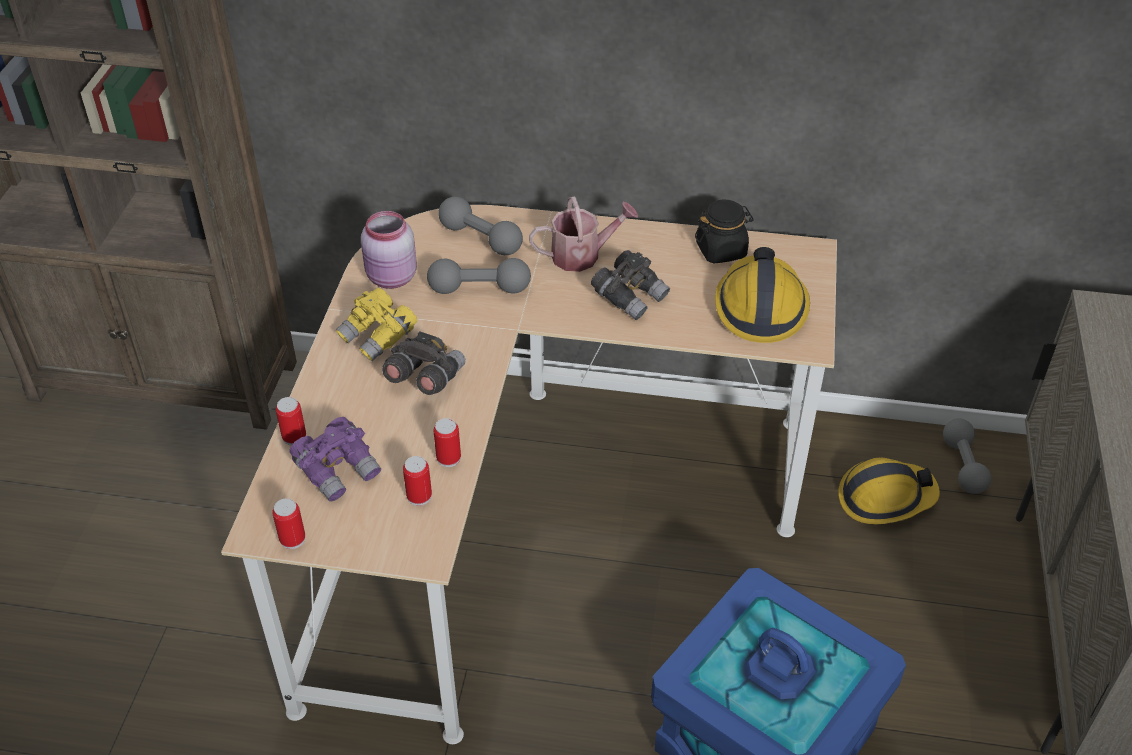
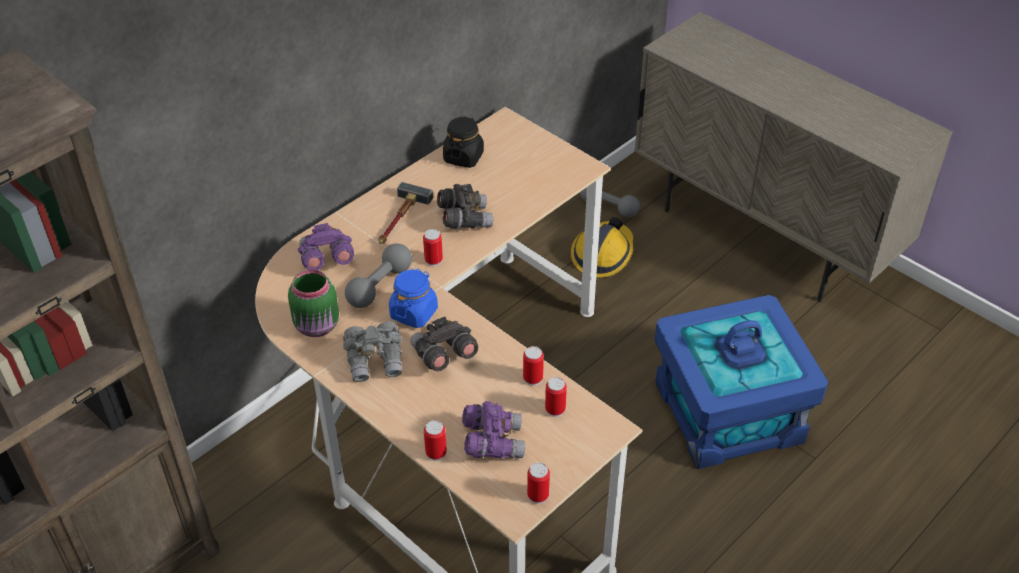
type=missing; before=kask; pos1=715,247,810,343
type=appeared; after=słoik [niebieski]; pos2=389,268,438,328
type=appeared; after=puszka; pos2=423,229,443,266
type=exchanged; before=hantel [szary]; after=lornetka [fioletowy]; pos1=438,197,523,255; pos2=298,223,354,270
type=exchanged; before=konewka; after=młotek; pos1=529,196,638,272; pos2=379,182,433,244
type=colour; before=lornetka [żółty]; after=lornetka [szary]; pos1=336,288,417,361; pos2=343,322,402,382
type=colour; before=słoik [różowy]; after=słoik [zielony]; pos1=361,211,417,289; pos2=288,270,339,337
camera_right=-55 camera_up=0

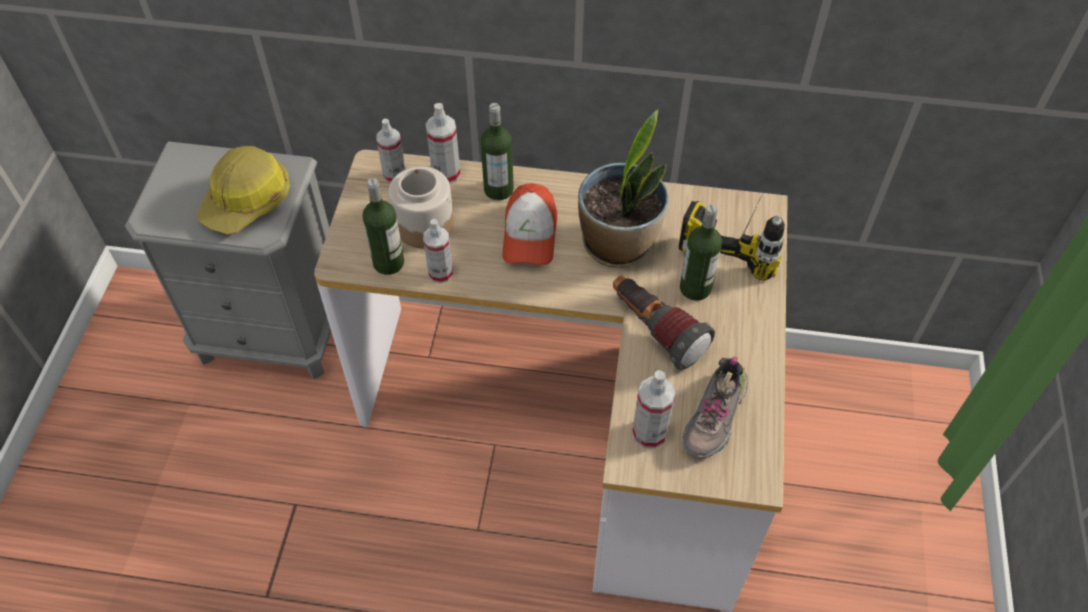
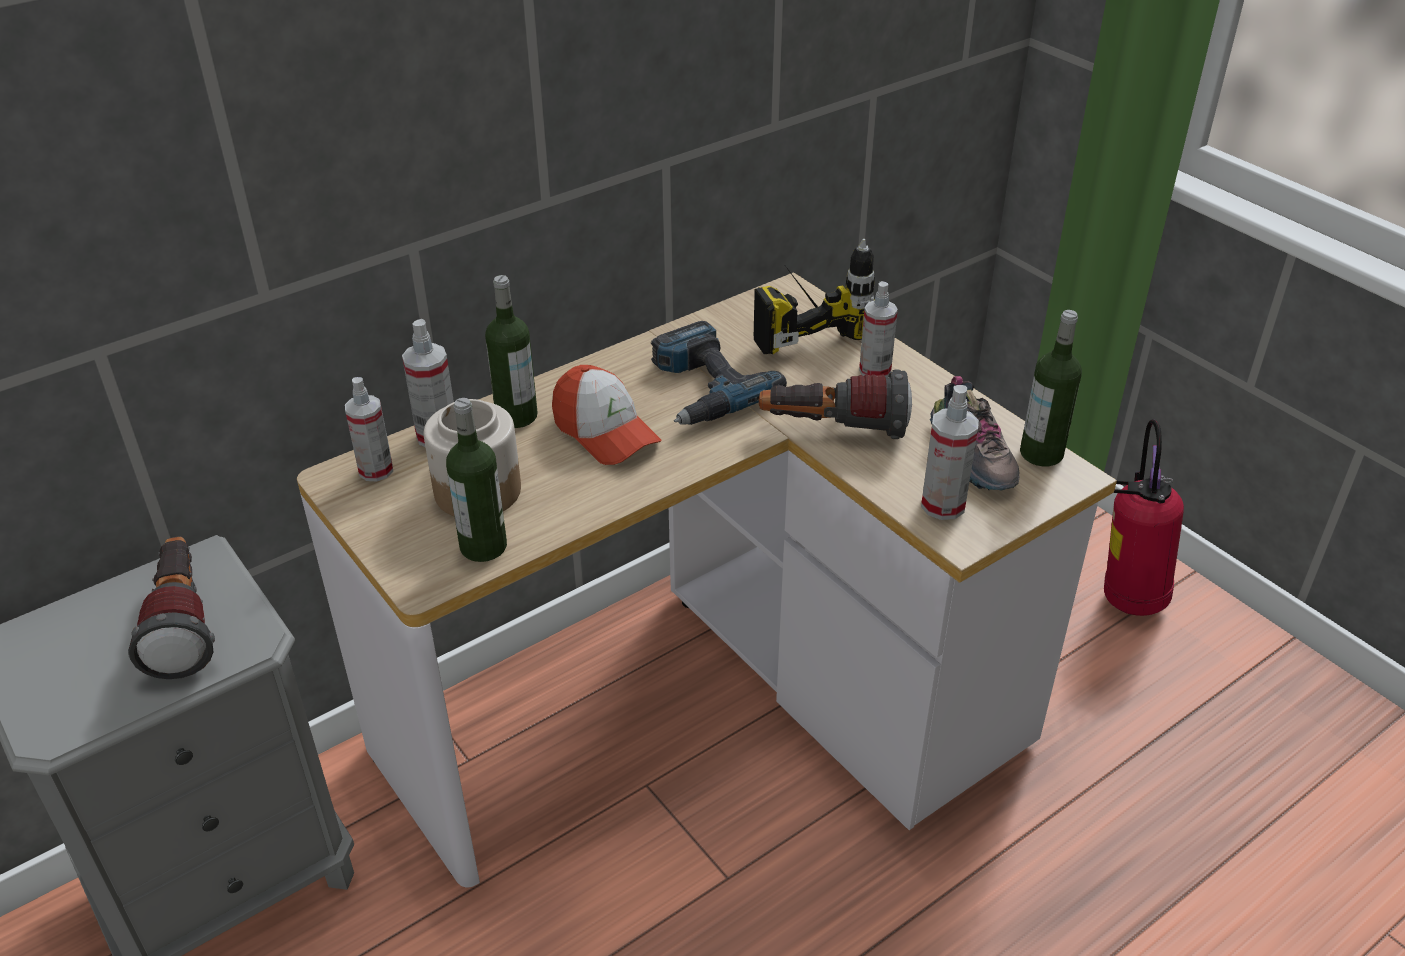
type=appeared; after=gaśnica; pos2=1104,419,1184,616
type=relocated; before=spryskiwacz; pos1=423,219,453,284; pos2=859,281,898,377
type=relocated; before=butelka; pos1=680,204,722,301; pos2=1020,310,1082,466
type=exchanged; before=kask; after=latarka; pos1=197,146,290,235; pos2=128,537,215,679
type=exchanged; before=roślina doniczkowa; after=wiertarka; pos1=578,110,668,268; pos2=651,321,787,425
camera_right=-45 camera_up=-15

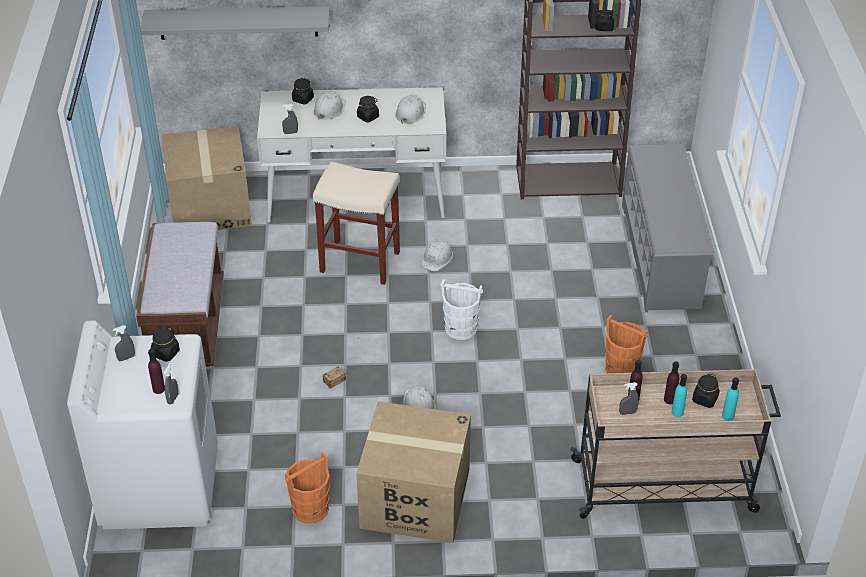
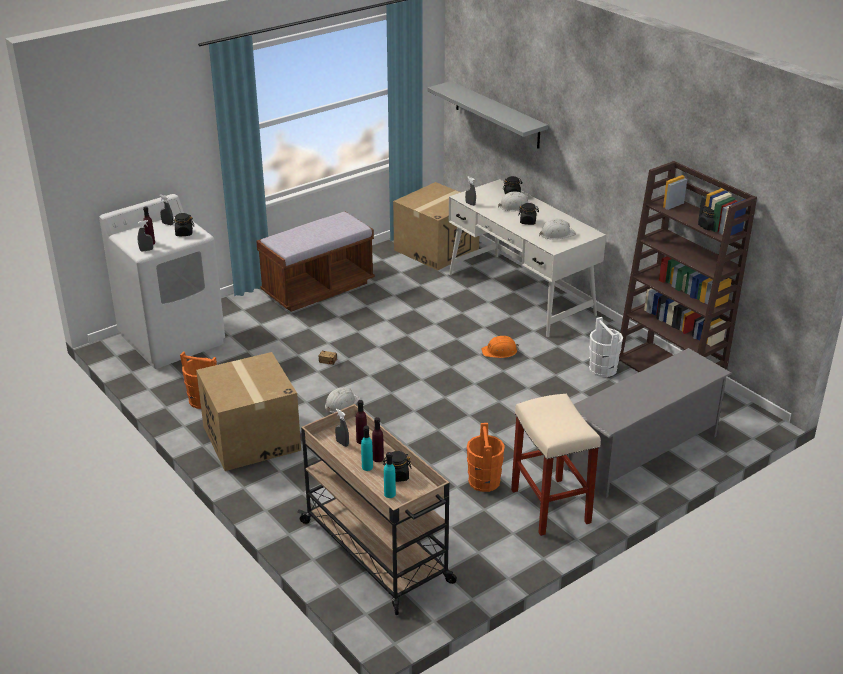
type=relocated; before=stołek [beżowy]; pos1=313,162,400,285; pos2=511,394,601,536
type=relocated; before=wiadro [biały]; pos1=440,279,483,340; pos2=589,317,623,377
type=colour; before=kask [biały]; after=kask [pomarańczowy]; pos1=421,239,453,272; pos2=481,336,519,358
camera_right=55 camera_up=-10

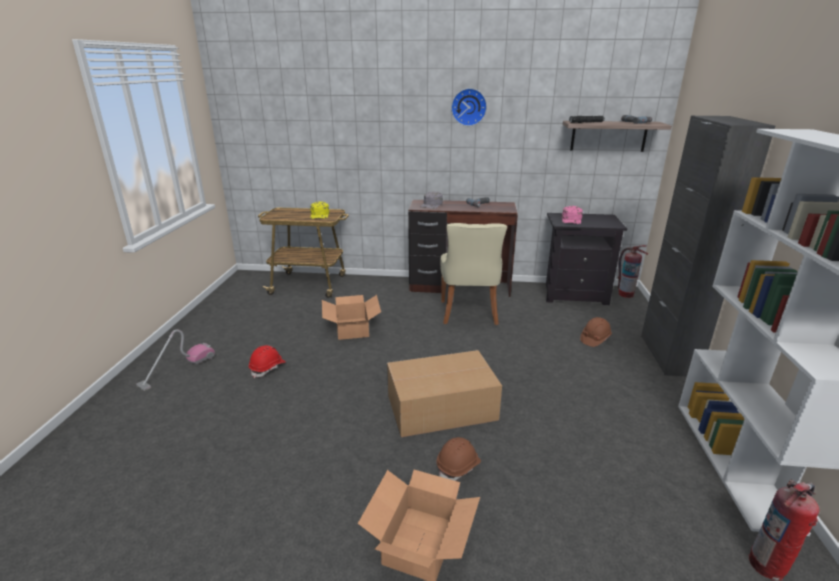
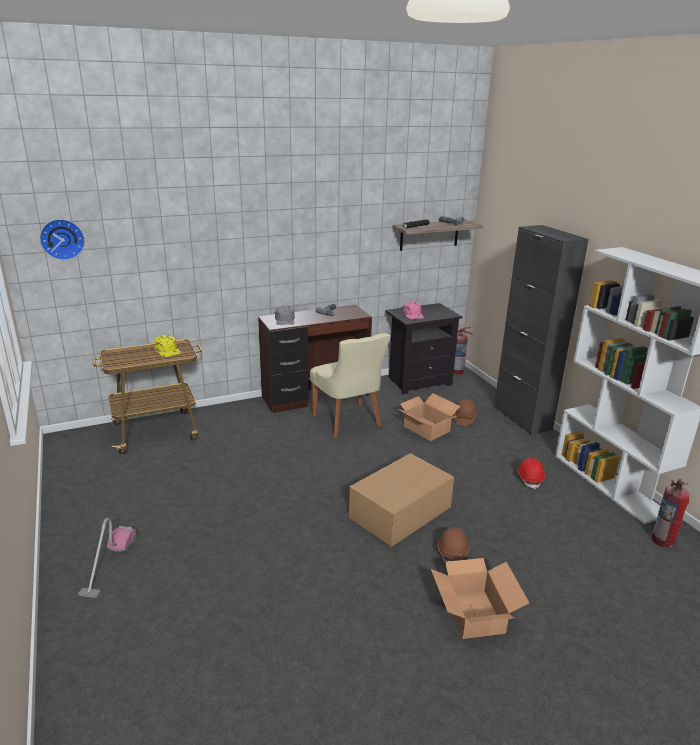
type=relocated; before=kask [czerwony]; pos1=249,345,286,378; pos2=516,458,545,489
type=relocated; before=karton; pos1=322,295,381,340; pos2=398,393,460,441
type=relocated; before=zegar ścienny; pos1=451,88,487,126; pos2=39,219,85,260
camera_right=-30 camera_up=0

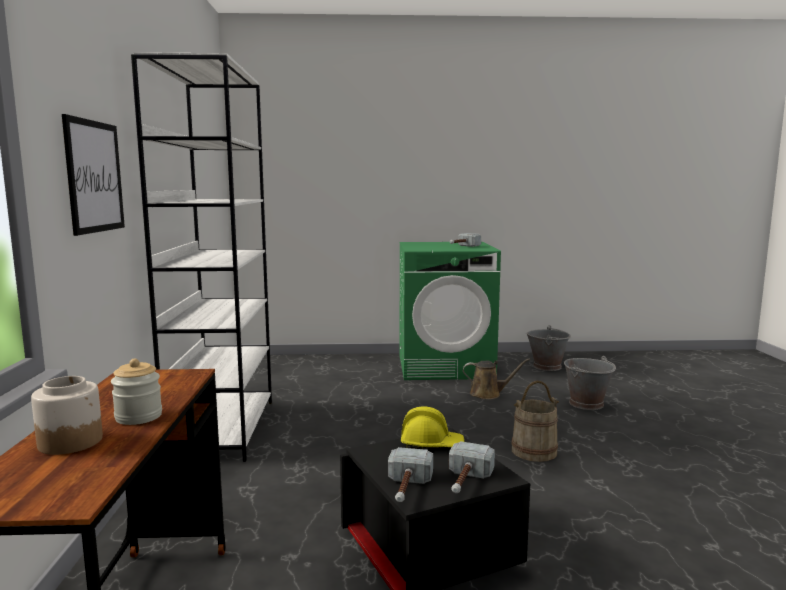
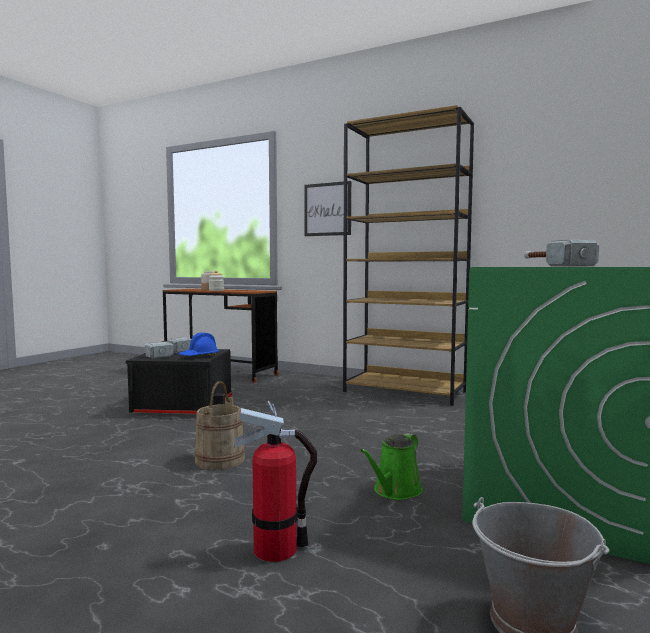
type=exchanged; before=wiadro [szary]; after=gaśnica; pos1=564,356,616,410; pos2=234,401,317,562
type=colour; before=regał [biały]; after=regał [brązowy]; pos1=131,52,272,462; pos2=343,105,474,406
type=colour; before=kask [żółty]; after=kask [niebieski]; pos1=401,406,465,449; pos2=178,332,219,356
type=colour; before=konewka [brązowy]; after=konewka [zielony]; pos1=463,358,530,399; pos2=360,433,423,500
camera_right=120 camera_up=-5

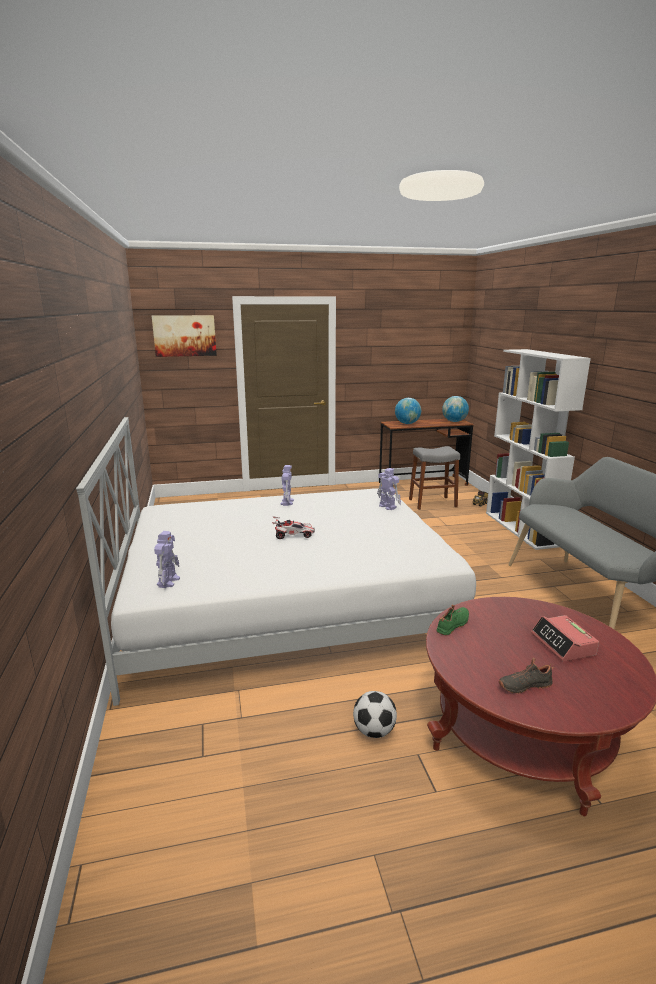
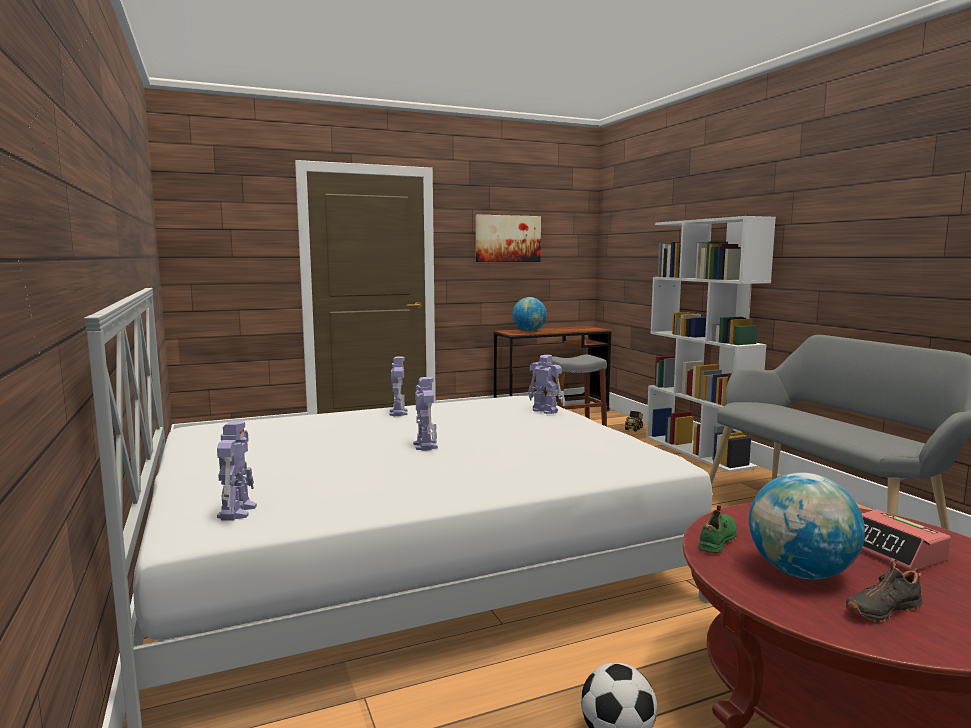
type=relocated; before=obraz; pos1=152,315,217,357; pos2=476,215,541,262
type=relocated; before=globus; pos1=442,396,469,422; pos2=749,472,865,580
type=exchanged; before=samochodzik; after=robot zabawkowy; pos1=272,516,315,539; pos2=413,377,438,451
camera_right=-10 camera_up=-10

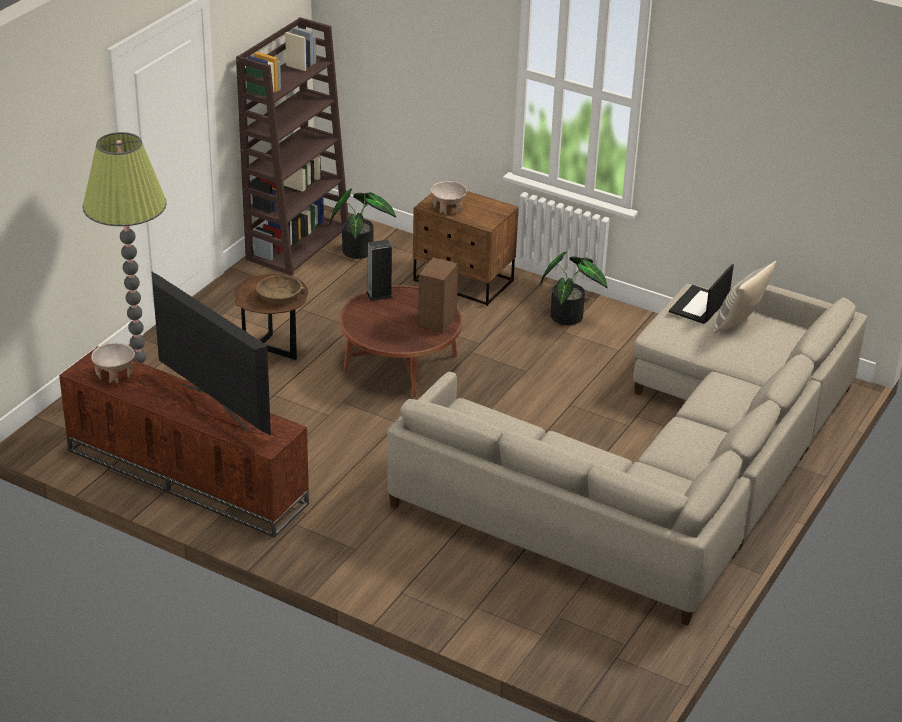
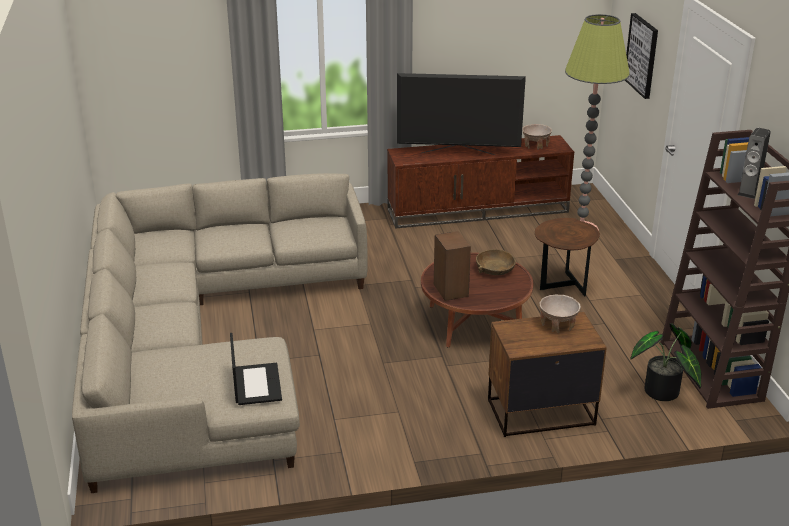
type=missing; before=roślina doniczkowa; pos1=541,252,608,325
type=missing; before=poduszka; pos1=714,261,776,333
type=appeared; after=obraz; pos2=625,13,658,99
type=relocated; before=miska [brązowy]; pos1=256,275,305,304; pos2=476,249,516,275
type=relocated; before=głośnik; pos1=366,240,393,301; pos2=737,128,771,199
camera_right=140 camera_up=-5

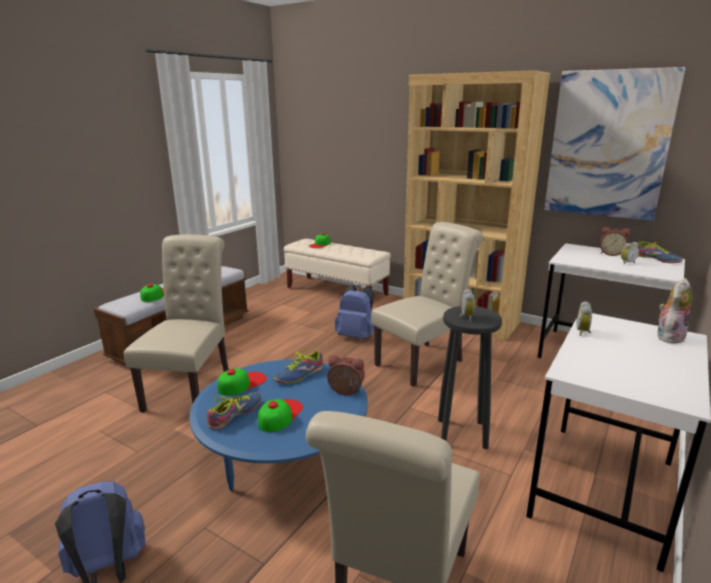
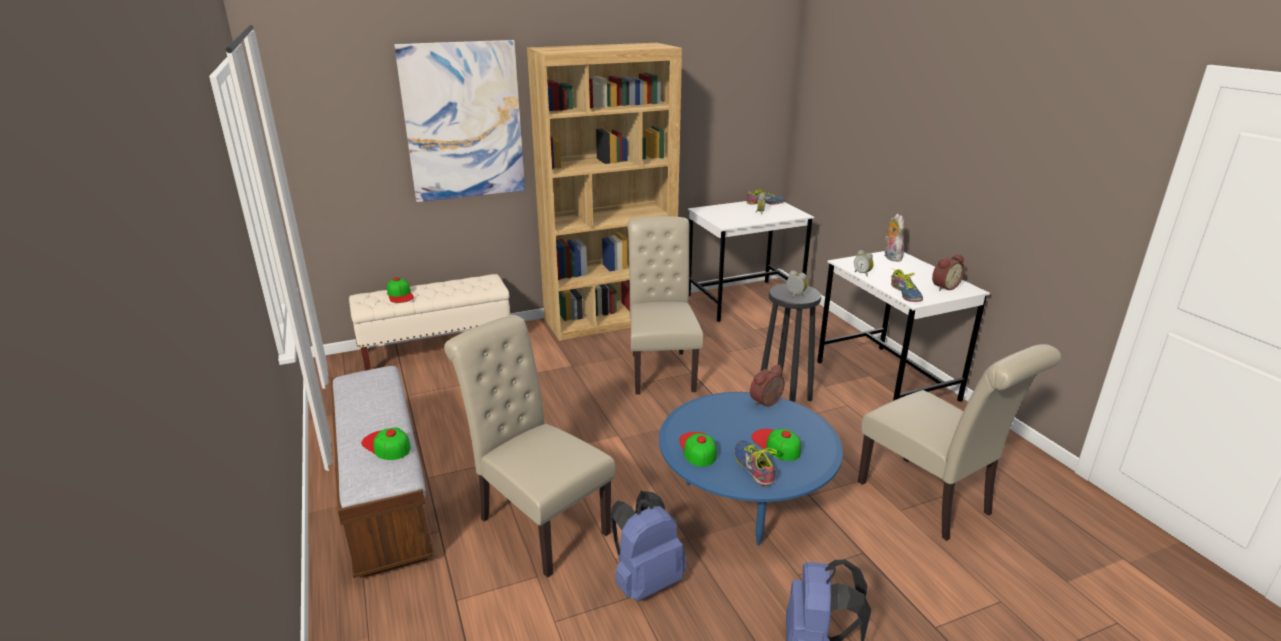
type=relocated; before=but; pos1=274,346,323,383; pos2=891,269,923,302
type=relocated; before=plecak [niebieski]; pos1=335,285,374,339; pos2=610,491,686,602
type=relocated; before=obraz; pos1=544,67,685,221; pos2=394,40,525,202
type=relocated; before=budzik; pos1=600,227,630,256; pos2=932,254,965,291
camera_right=-55 camera_up=5

